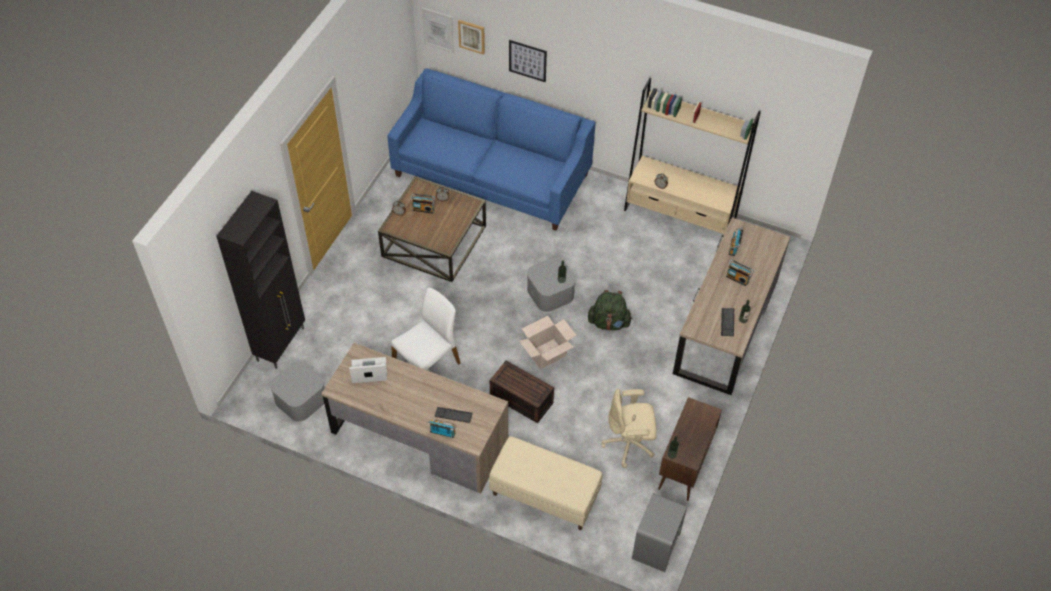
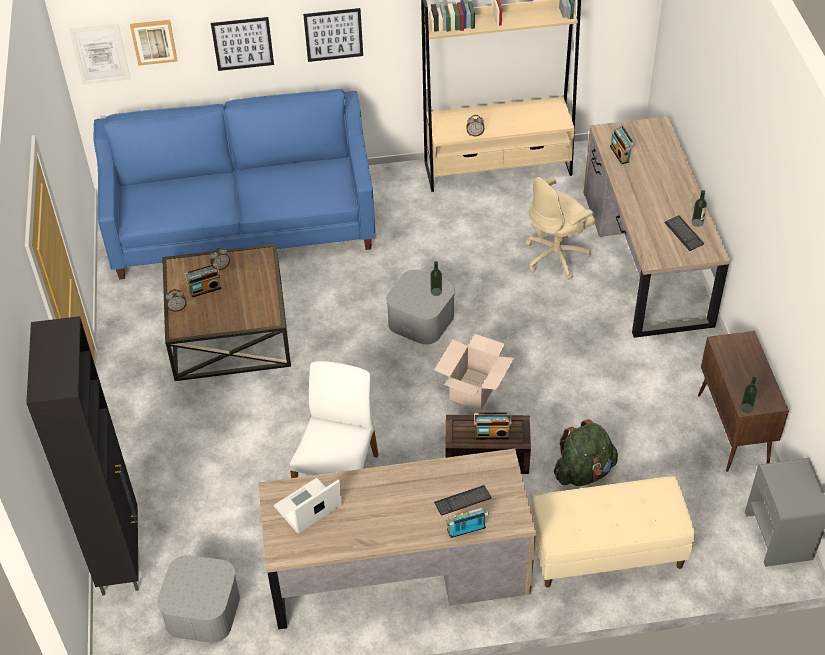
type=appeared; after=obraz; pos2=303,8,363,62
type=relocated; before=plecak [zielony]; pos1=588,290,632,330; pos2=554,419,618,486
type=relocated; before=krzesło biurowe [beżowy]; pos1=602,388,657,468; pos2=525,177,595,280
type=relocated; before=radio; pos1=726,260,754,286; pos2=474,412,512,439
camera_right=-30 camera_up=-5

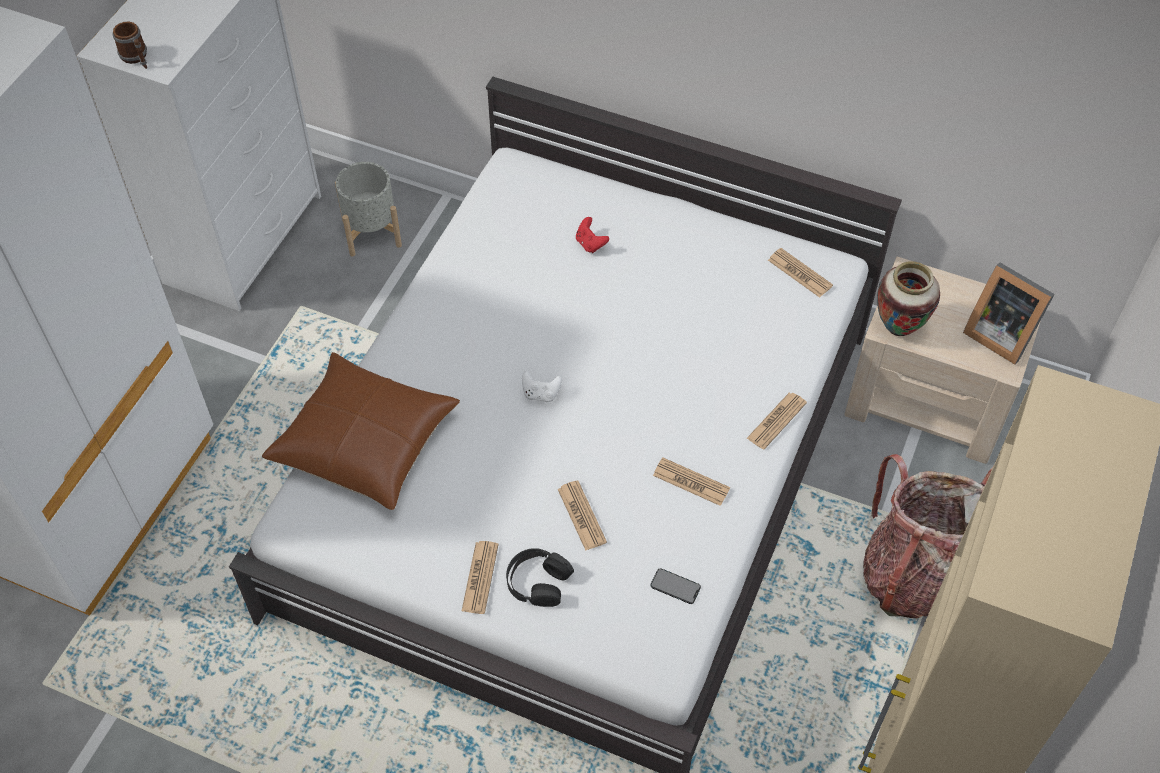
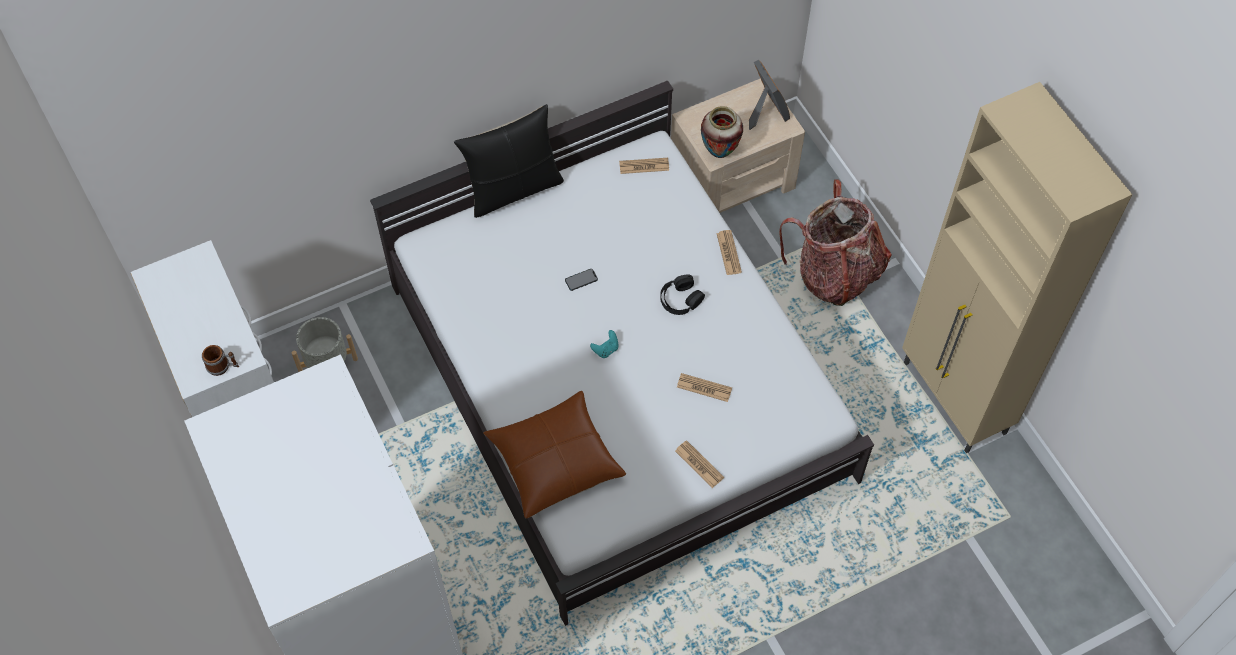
type=missing; before=pad do gier [czerwony]; pos1=576,217,609,253
type=missing; before=gazeta; pos1=653,458,730,506
type=appeared; after=poduszka [czarny]; pos2=454,104,564,218
type=relocated; before=słuchawki [czarny]; pos1=506,548,574,607; pos2=660,274,705,315
type=relocated; before=telefon; pos1=651,568,701,604; pos2=565,269,598,291
type=colour; before=pad do gier [biały]; after=pad do gier [turkusowy]; pos1=522,371,562,402; pos2=590,330,619,358
type=spun; before=ramka na zdjęcie; pos1=963,262,1055,364; pos2=749,59,790,130; turn=-105
camera_right=-50 camera_up=5

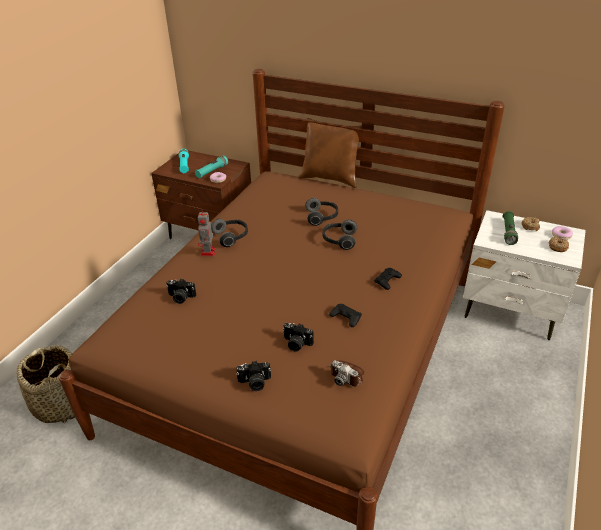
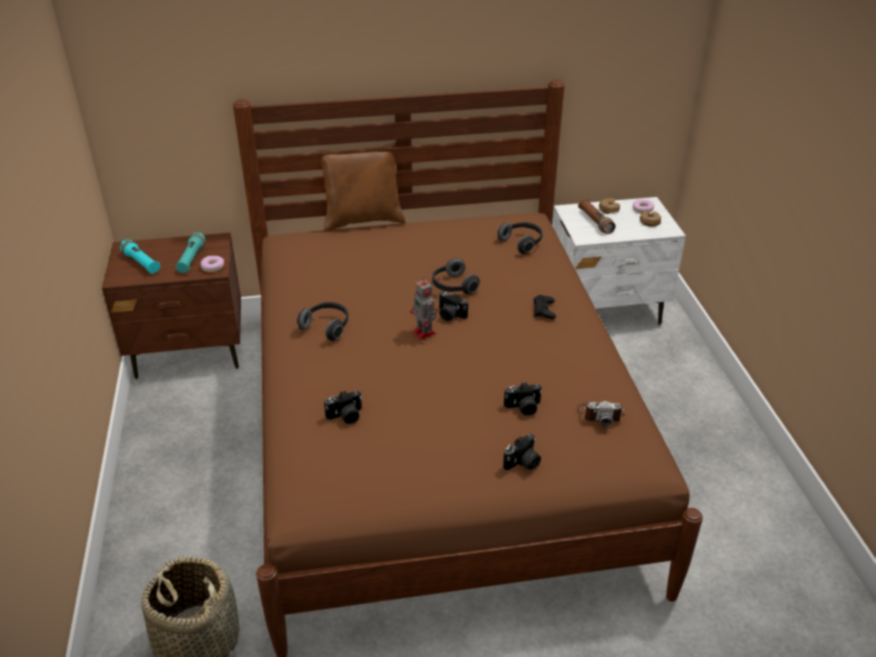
type=missing; before=pad do gier [czarny]; pos1=329,304,362,327
type=appeared; after=aparat fotograficzny; pos2=438,291,468,321
type=relocated; before=robot zabawkowy; pos1=198,209,216,256; pos2=410,278,437,340
type=relocated; before=słuchawki; pos1=305,198,338,226; pos2=497,222,543,254
type=colour; before=latarka [zielony]; after=latarka [brązowy]; pos1=502,211,518,245; pos2=578,199,616,234
camera_right=-35 camera_up=0

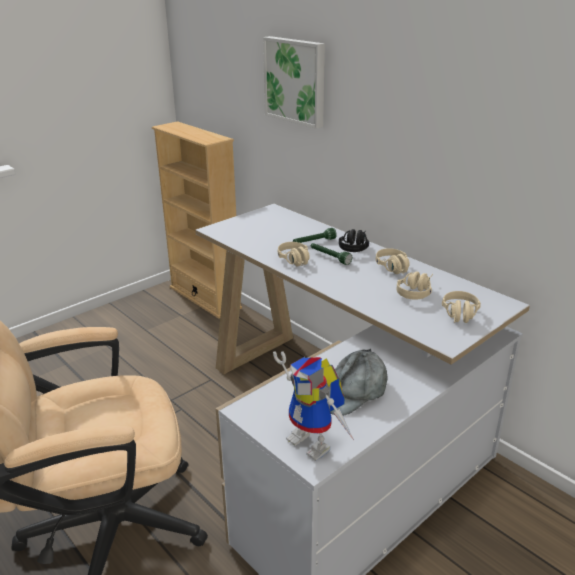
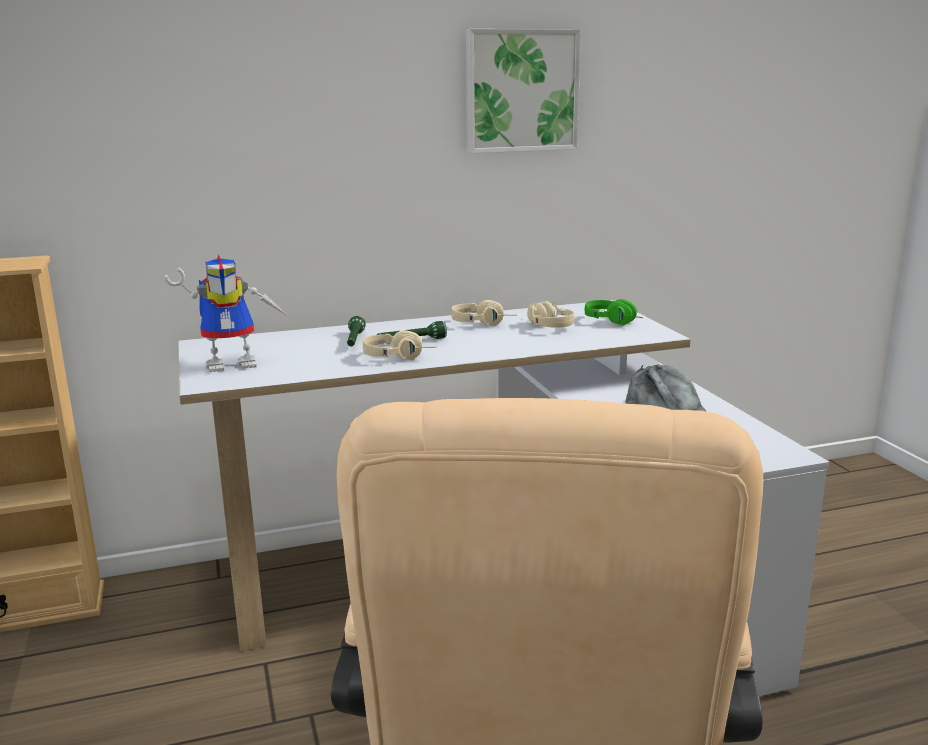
type=missing; before=słuchawki [czarny]; pos1=339,229,369,252
type=relocated; before=obraz; pos1=263,36,325,129; pos2=465,29,581,153
type=relocated; before=robot zabawkowy; pos1=273,352,355,461; pos2=164,254,288,372
type=colour; before=słuchawki [beżowy]; after=słuchawki [zielony]; pos1=442,291,481,323; pos2=585,299,643,325
camera_right=-65 camera_up=-10

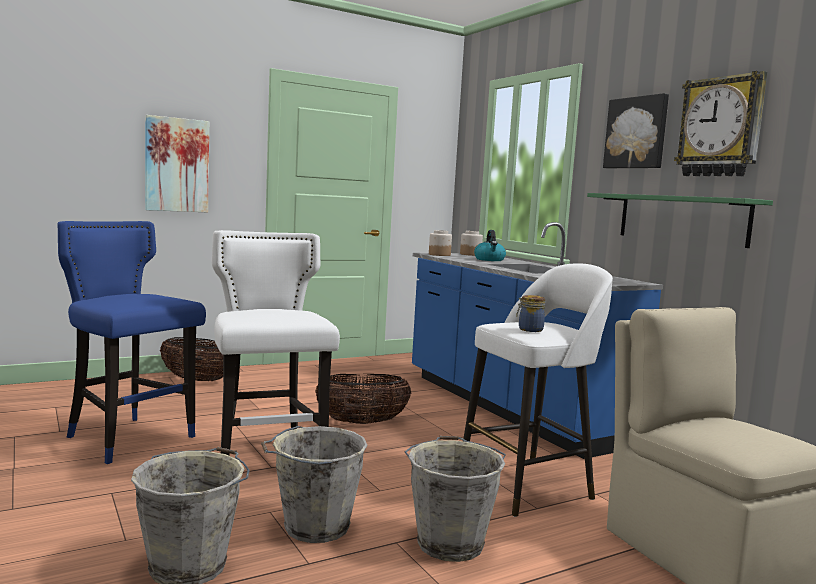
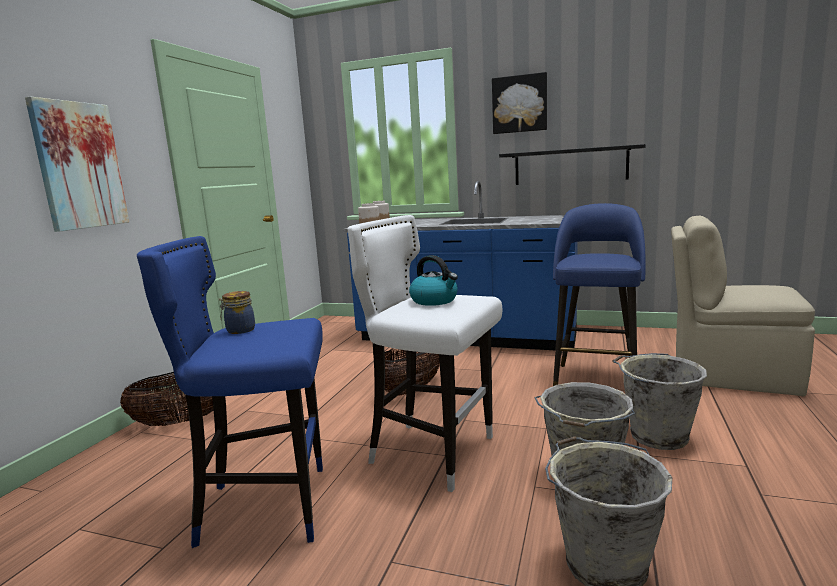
type=missing; before=zegar ścienny; pos1=674,71,768,176
type=relocated; before=czajnik; pos1=474,230,506,261; pos2=409,255,458,306
type=relocated; before=słoik; pos1=516,295,545,332; pos2=218,291,255,334
type=colour; before=stołek [biały]; after=stołek [niebieski]; pos1=463,263,613,517; pos2=553,203,646,386
type=colour; before=półka [zielony]; after=półka [czarny]; pos1=587,193,773,248; pos2=499,144,646,185
camera_right=-40 camera_up=5

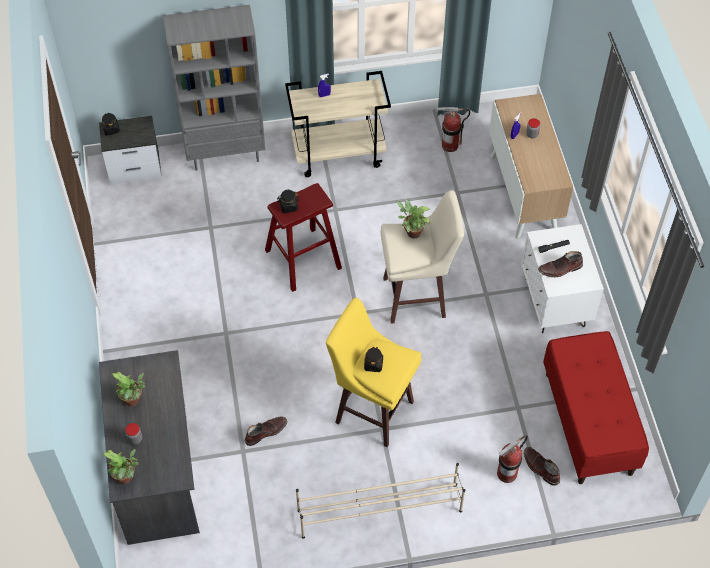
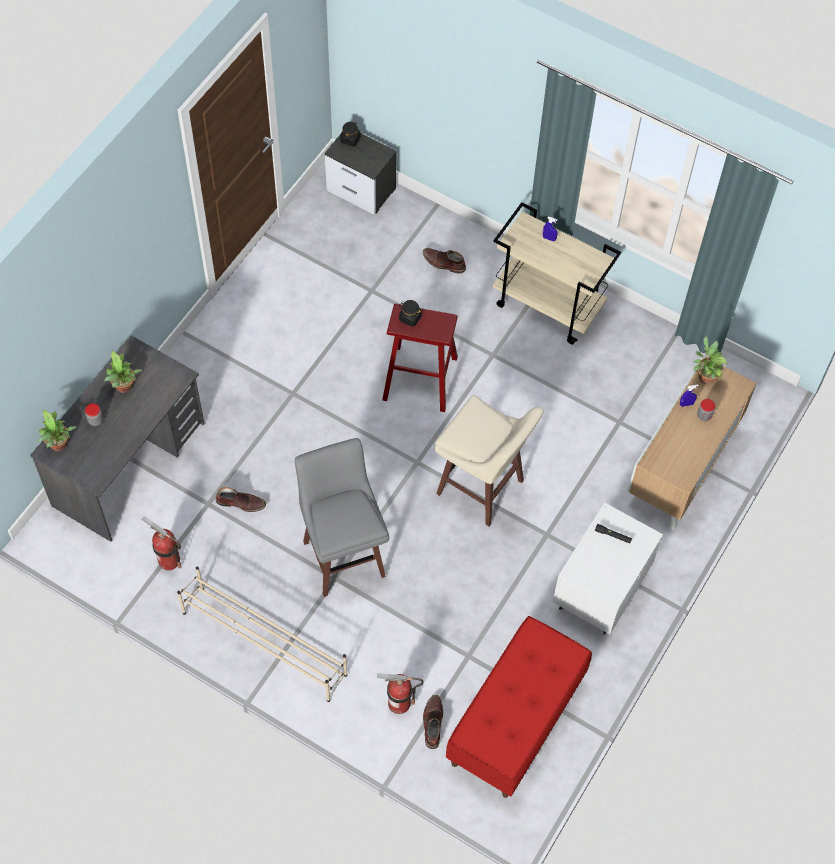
type=missing; before=regał [szary]; pos1=163,5,265,171
type=missing; before=słoik [czarny]; pos1=364,347,383,372
type=relocated; before=roślina doniczkowa; pos1=396,199,431,238; pos2=693,336,728,384
type=relocated; before=gaśnica; pos1=437,107,470,152; pos2=142,516,181,570
type=relocated; before=but z cholewką [brązowy]; pos1=538,251,583,277; pos2=423,248,466,274
type=colour; before=stołek [żółty]; after=stołek [szary]; pos1=326,298,422,448; pos2=295,438,389,597
camera_right=40 camera_up=5

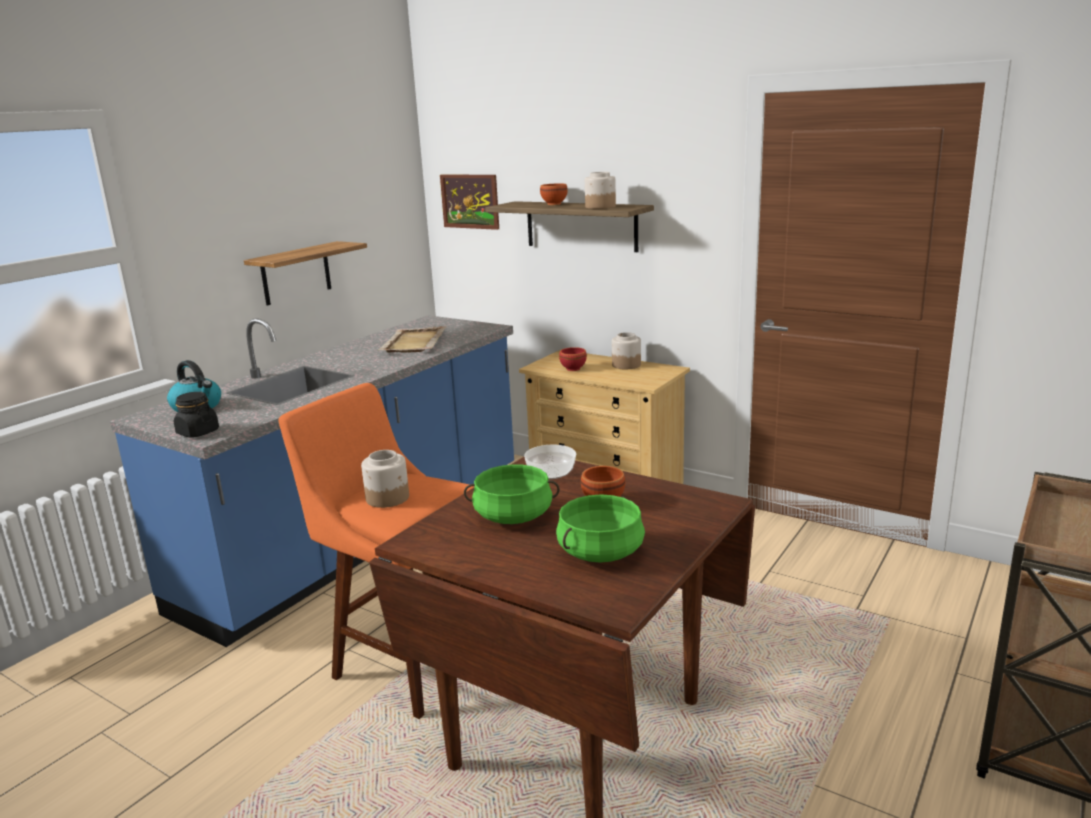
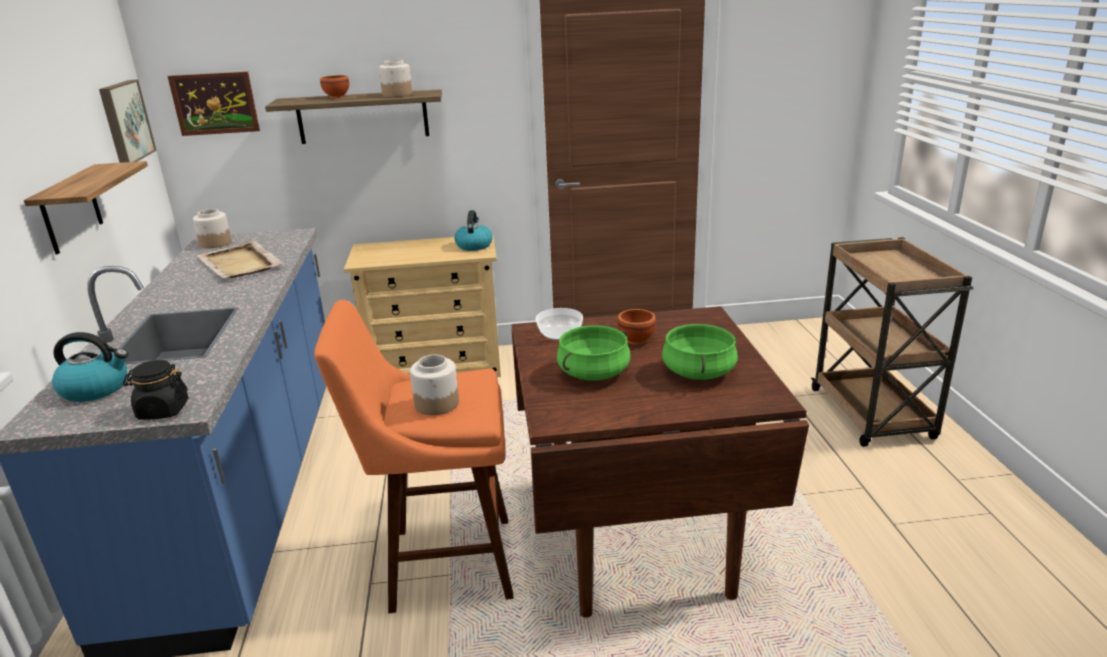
type=missing; before=miska [czerwony]; pos1=559,347,587,371
type=appeared; after=obraz; pos2=99,80,157,163
type=appeared; after=czajnik; pos2=455,210,493,251
type=relocated; before=słoik; pos1=612,332,641,369; pos2=193,209,232,248
camera_right=-40 camera_up=5

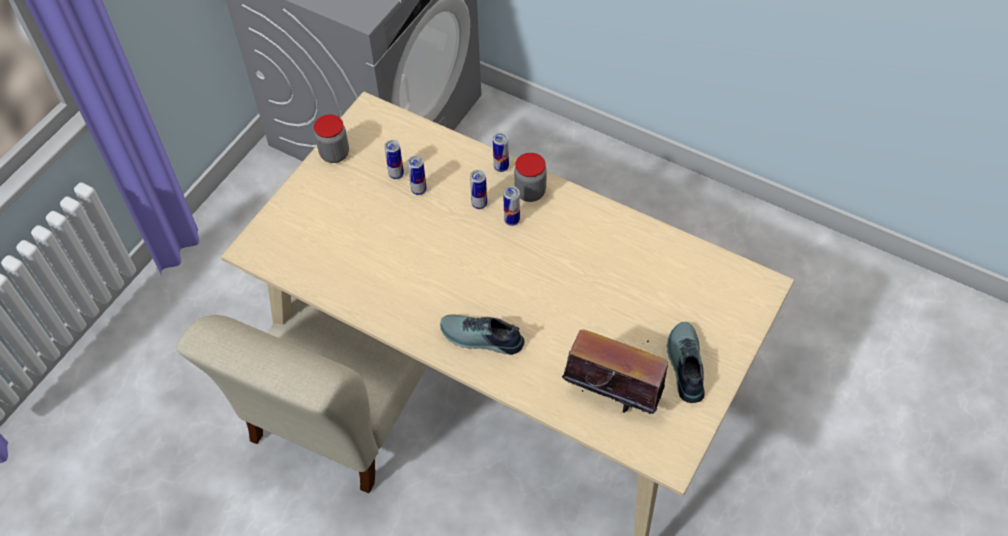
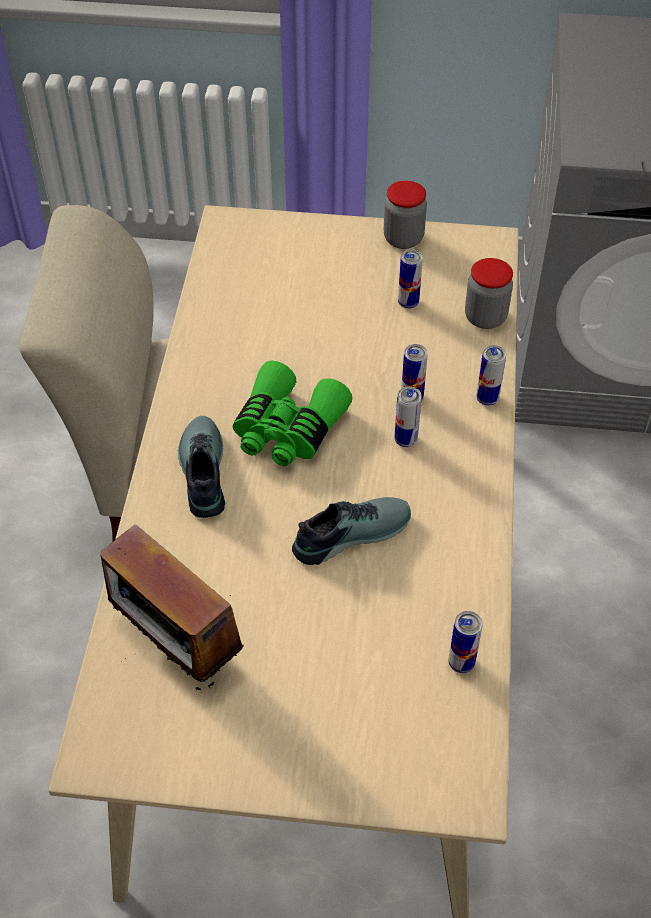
type=appeared; after=lornetka [zielony]; pos2=233,361,353,466
type=relocated; before=puszka; pos1=408,156,427,195; pos2=449,611,483,673
type=relocated; before=słoik; pos1=514,153,547,202; pos2=465,258,513,329
type=relocated; before=but; pos1=667,322,704,403; pos2=292,497,411,565
type=spun; before=radio; pos1=562,330,668,414; pos2=100,524,244,690; turn=135
camera_right=65 camera_up=-5

